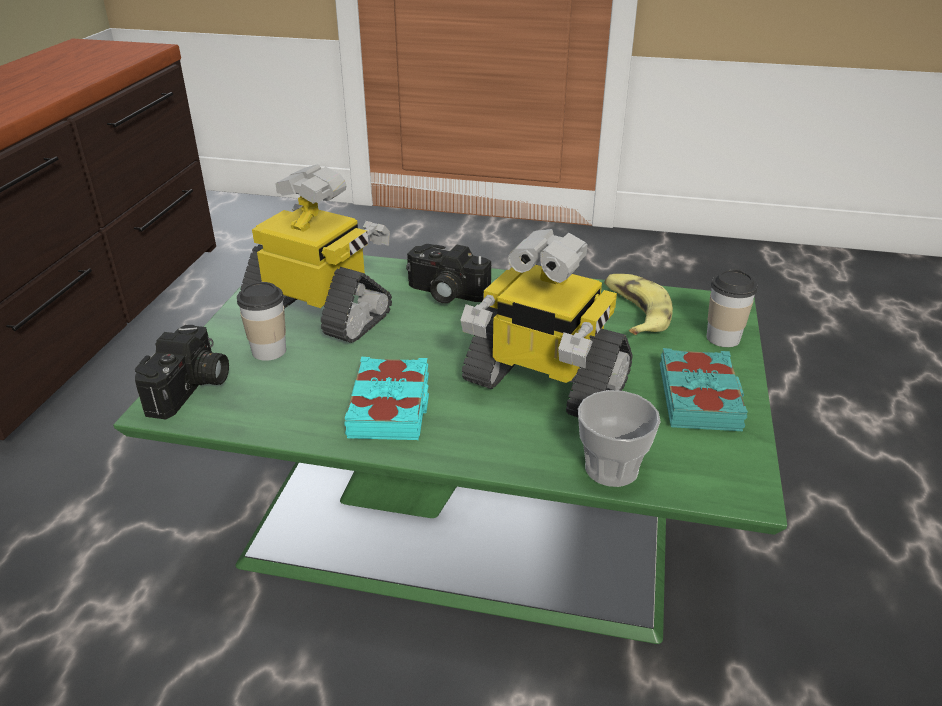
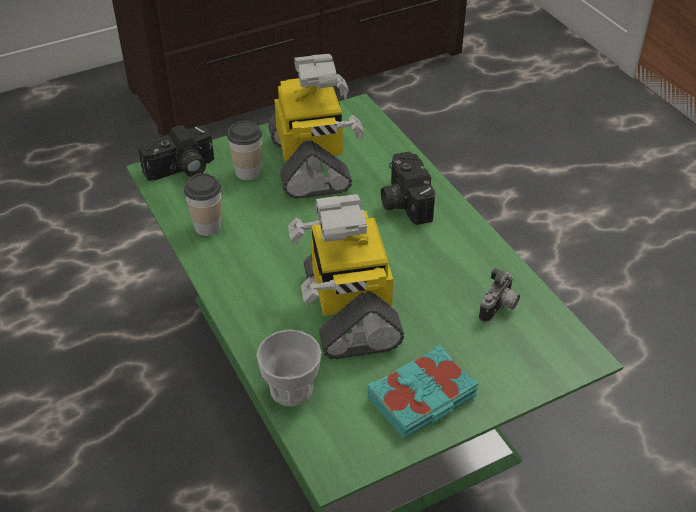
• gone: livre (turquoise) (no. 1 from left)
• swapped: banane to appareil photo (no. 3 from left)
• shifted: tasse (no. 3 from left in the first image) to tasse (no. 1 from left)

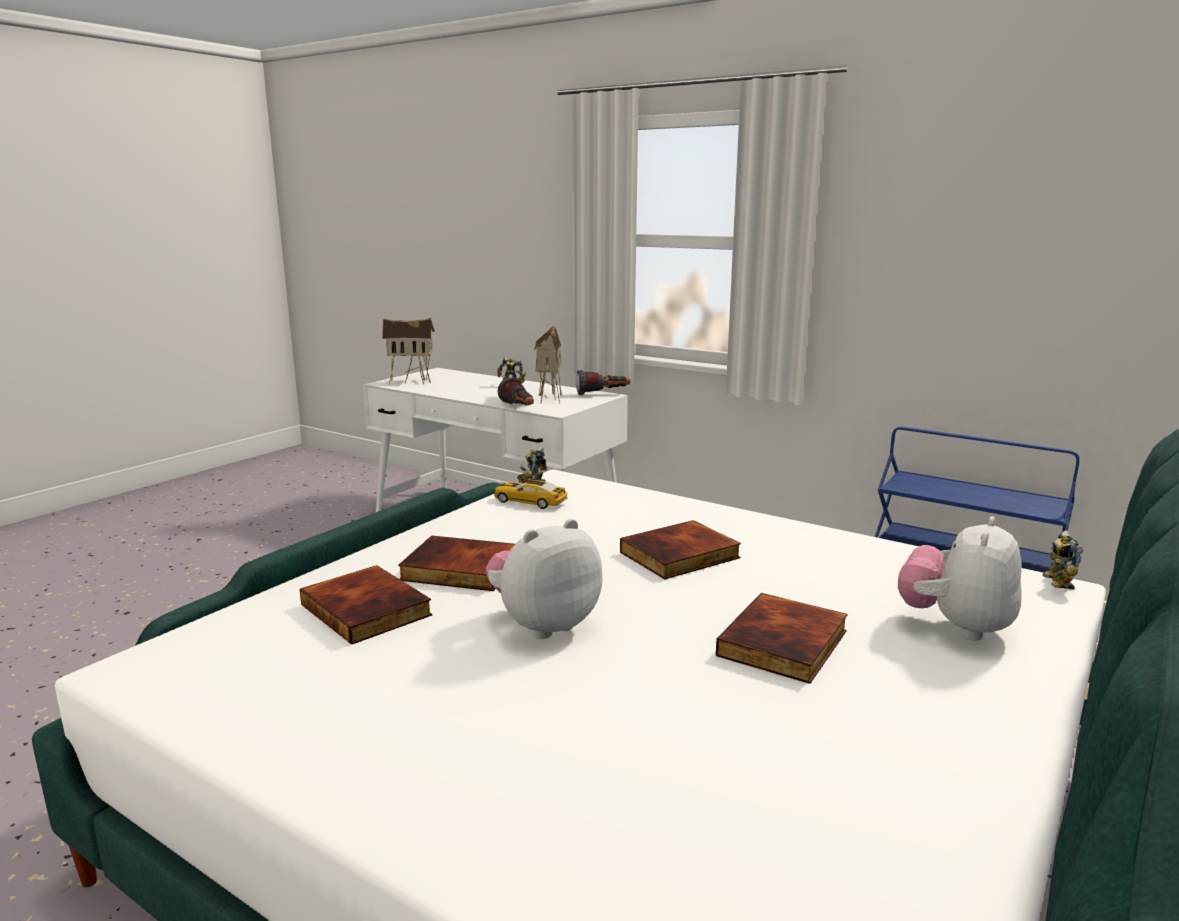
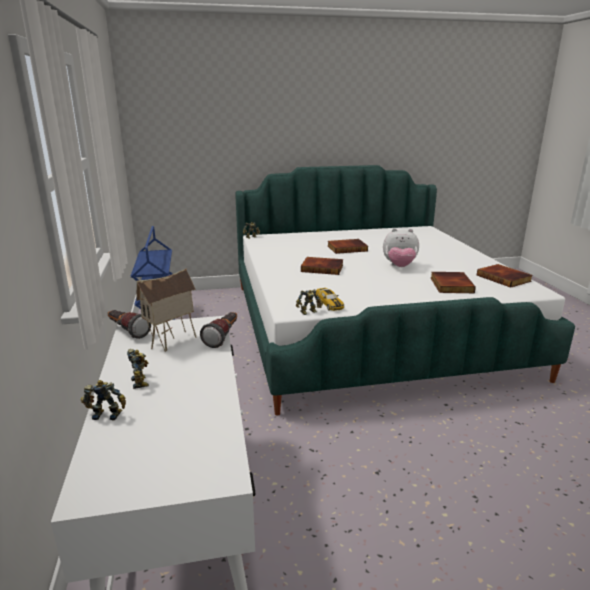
• gone: maison miniature (no. 1 from left)
• shifted: livre (no. 2 from left in the first image) to livre (no. 4 from left)
• gone: peluche (no. 2 from left)
• new: robot jouet (no. 1 from left)

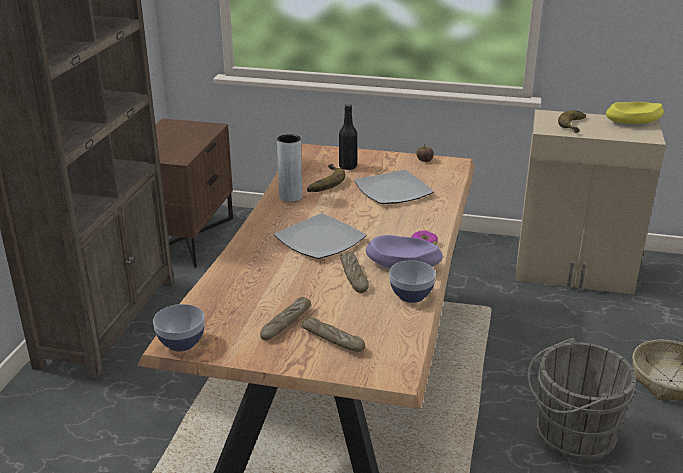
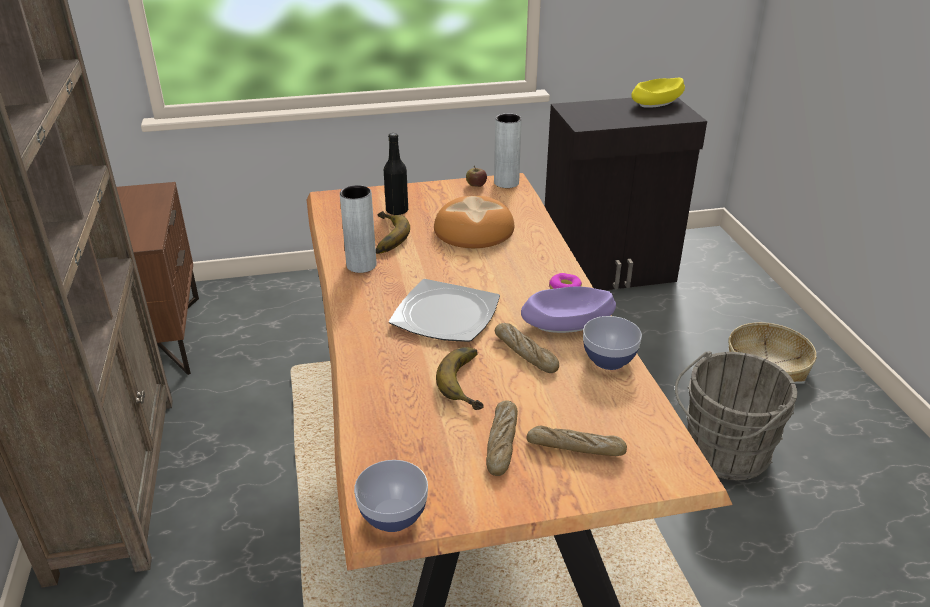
• swapped: assiette (no. 2 from left) to pain (no. 1 from left)
• repainted: meuble de rangement (beige) to meuble de rangement (noir)
• shifted: banane (no. 2 from left)
• new: vase (gris) (no. 2 from left)

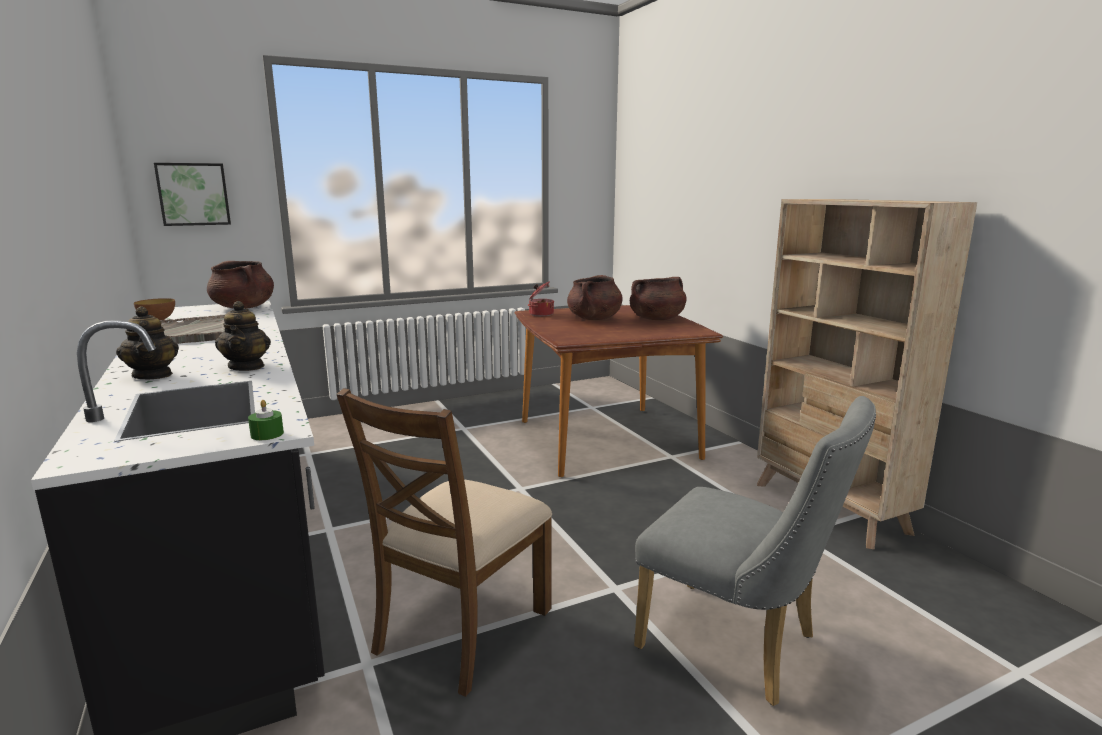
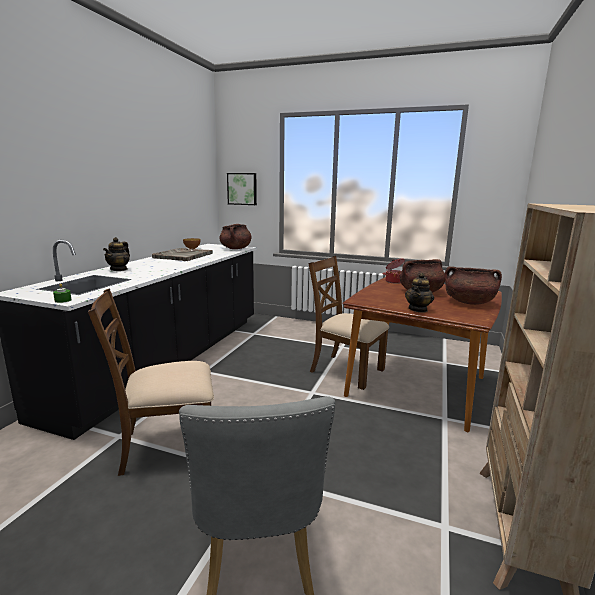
• shifted: théière (no. 2 from left)
• new: chaise (marron) (no. 2 from left)

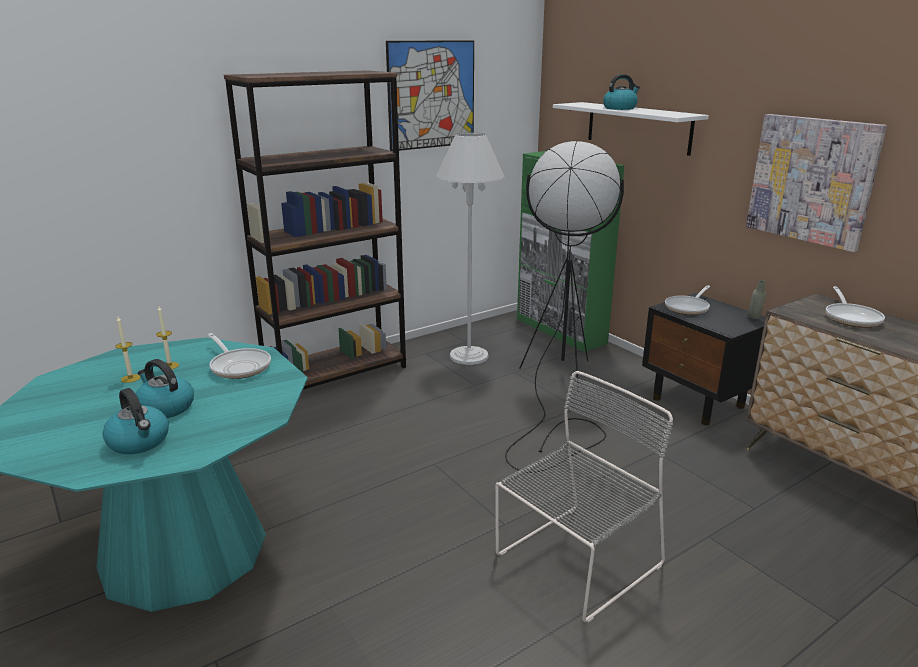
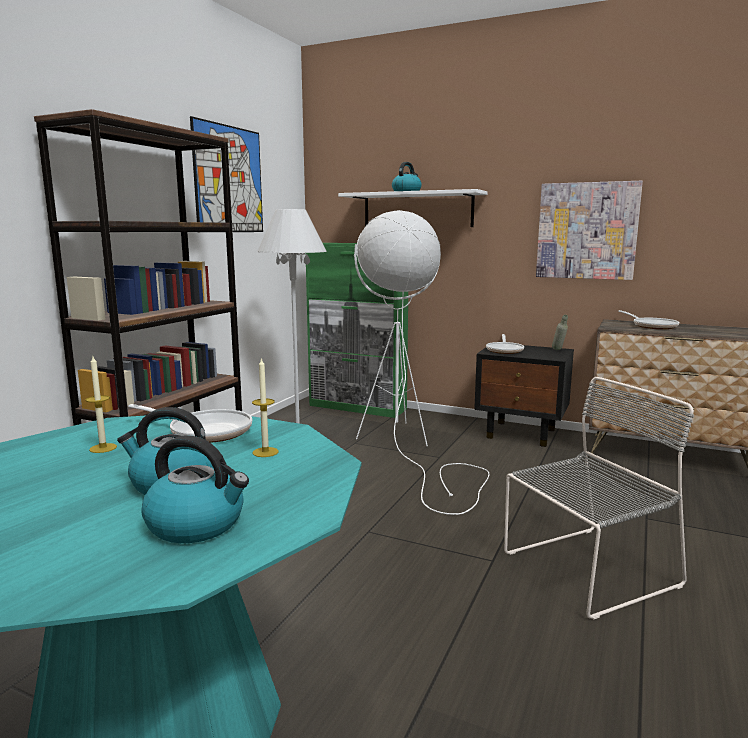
• shifted: bougie (no. 1 from left in the first image) to bougie (no. 2 from left)
• rotated: chaise (gris) 45 degrees clockwise
• repainted: lampadaire (noir) to lampadaire (blanc) (no. 2 from left)

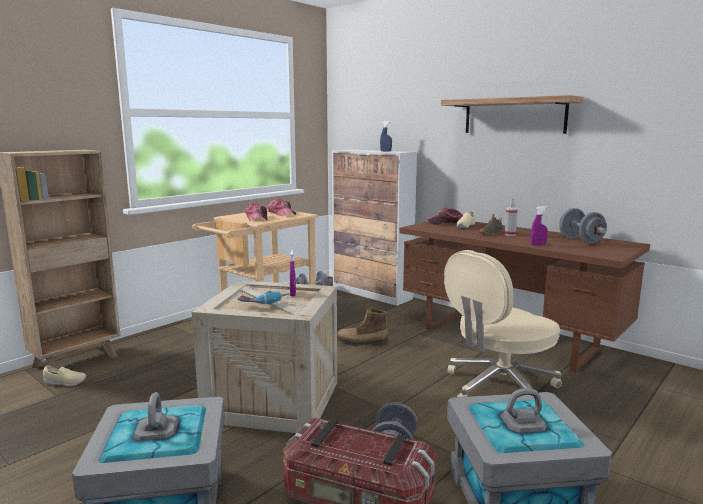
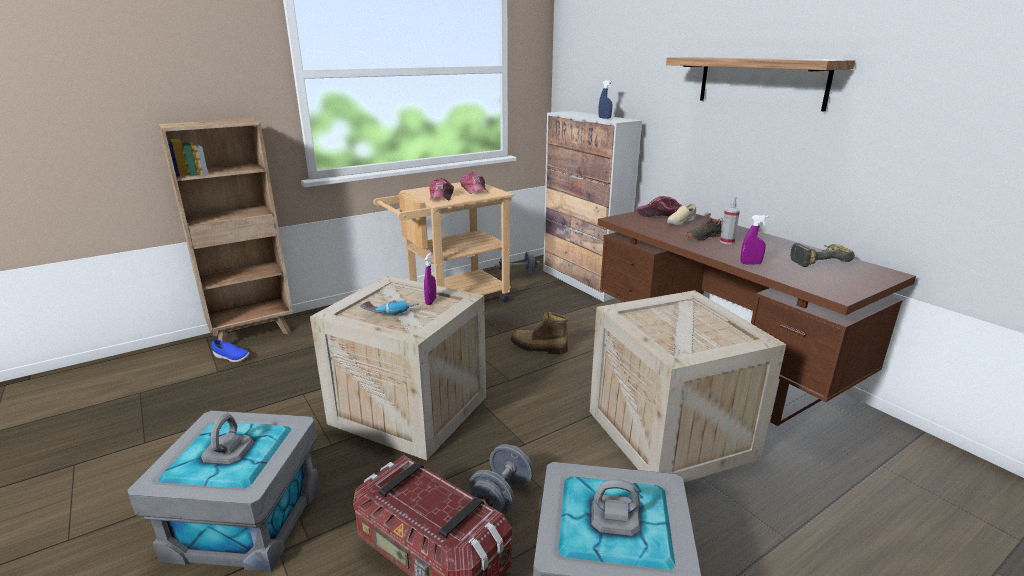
• repainted: chaussure (beige) (no. 1 from left) to chaussure (bleu)
• swapped: chaise de bureau (beige) to caisse (no. 2 from left)
• swapped: haltère (gris) (no. 3 from left) to perceuse (no. 2 from left)

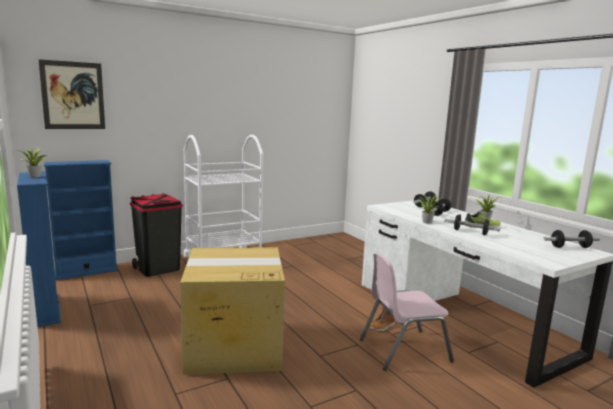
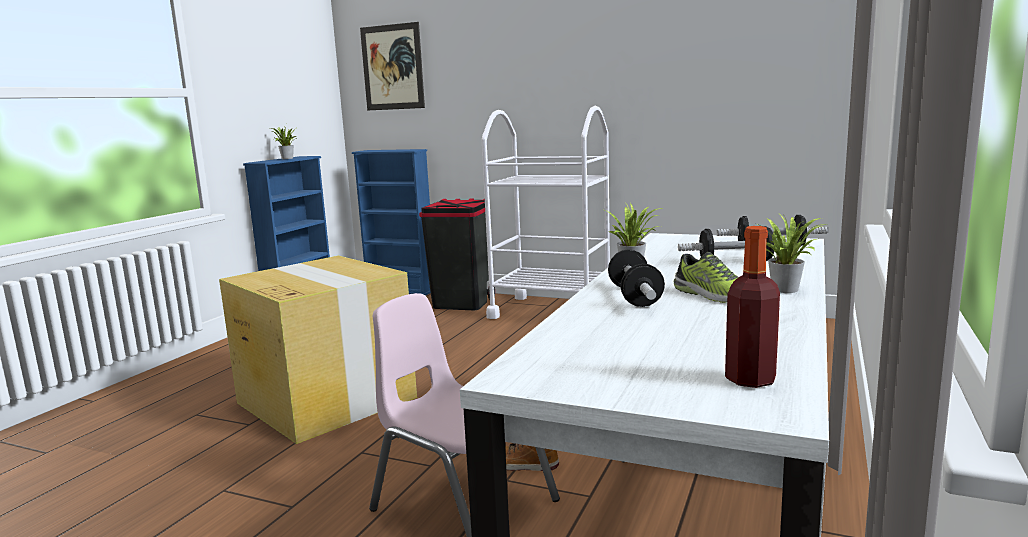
• swapped: haltère (no. 4 from left) to bouteille

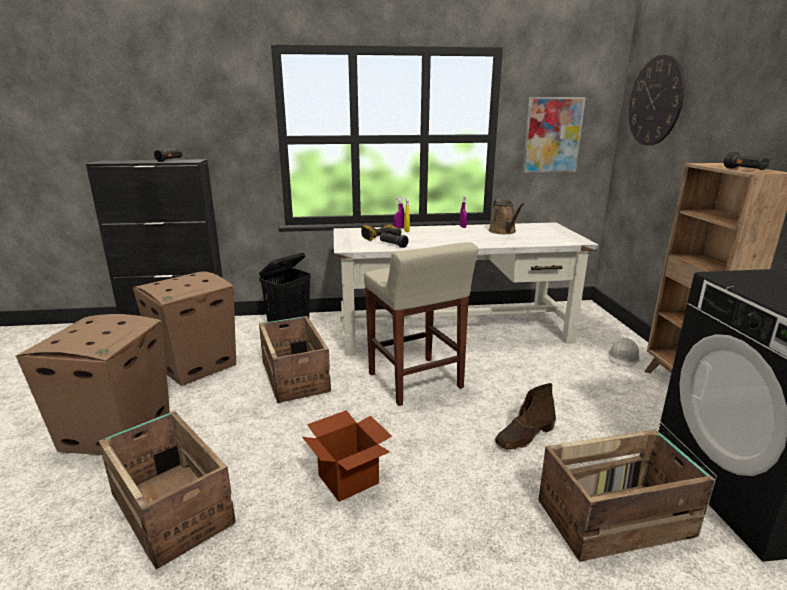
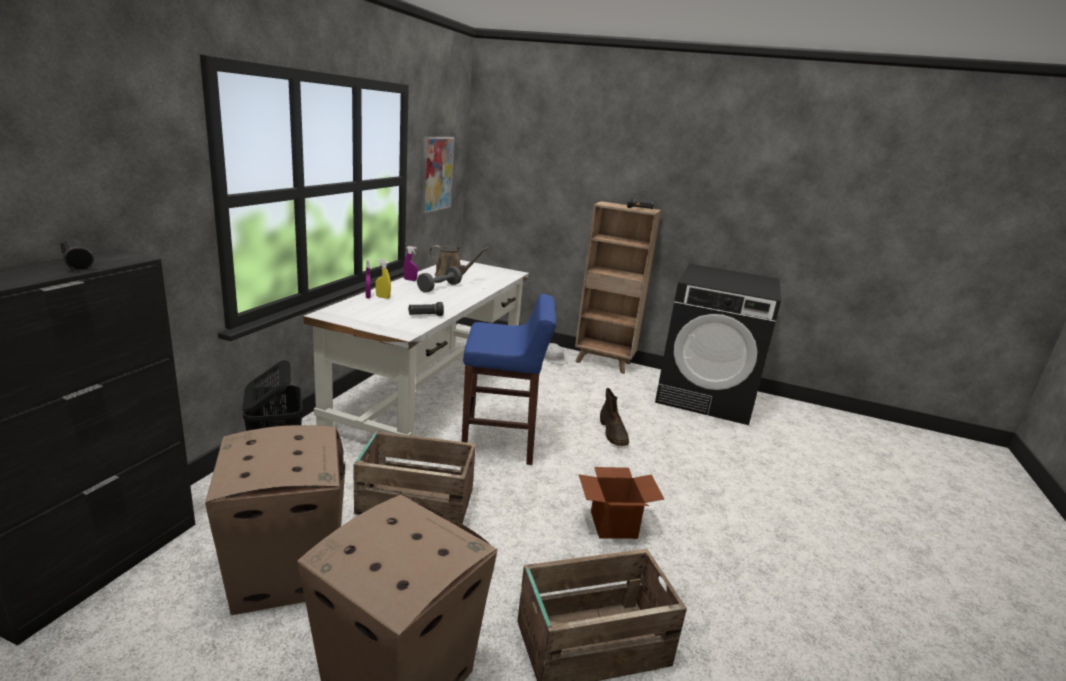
• gone: perceuse
• repainted: tabouret (beige) to tabouret (bleu)
• gone: caisse (no. 3 from left)
• gone: horloge murale
• new: haltère (gris)

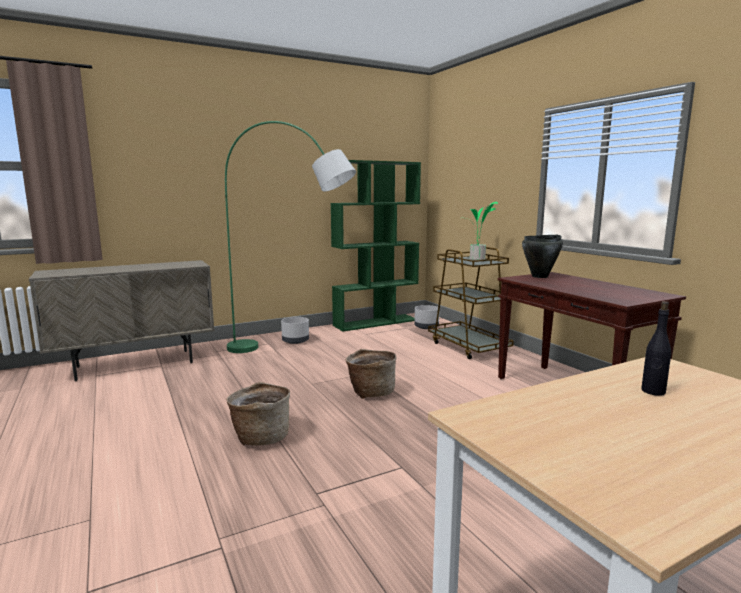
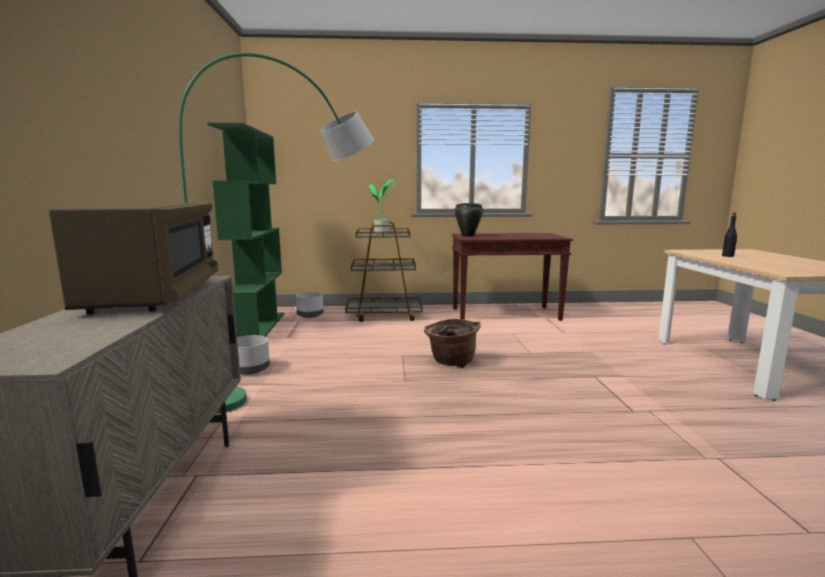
• gone: panier (no. 1 from left)
• new: micro-ondes (marron)

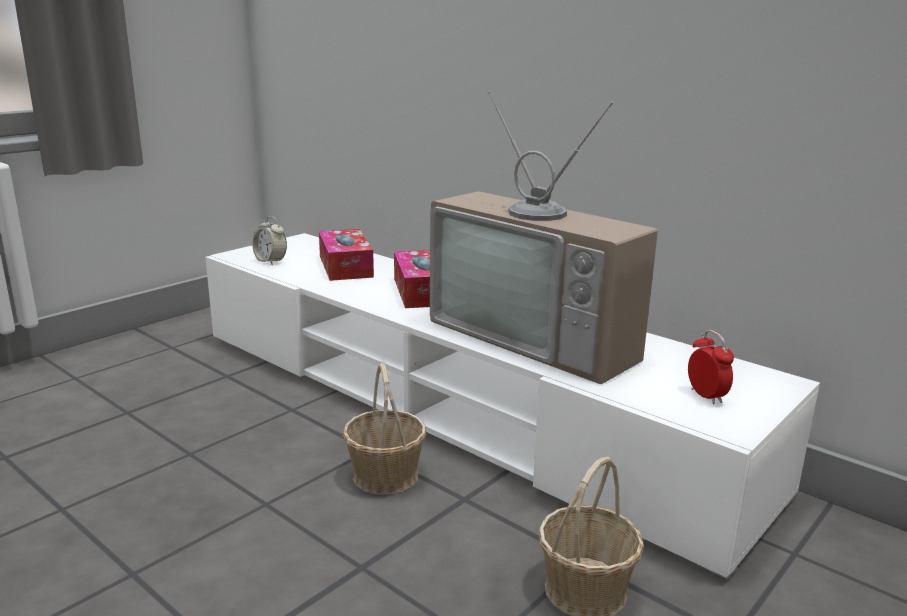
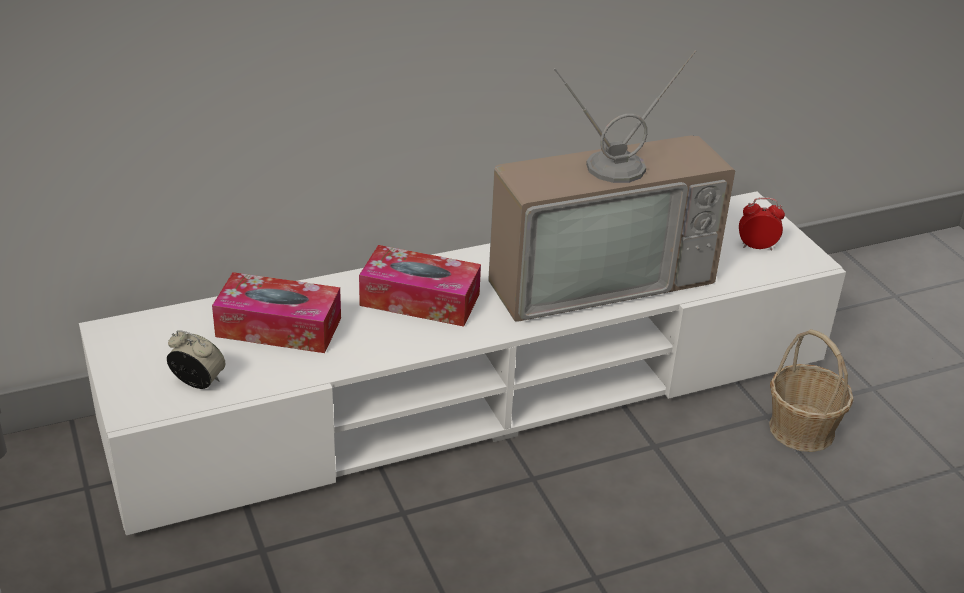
• rotated: réveil (no. 1 from left) 135 degrees counterclockwise
• gone: panier (no. 1 from left)

